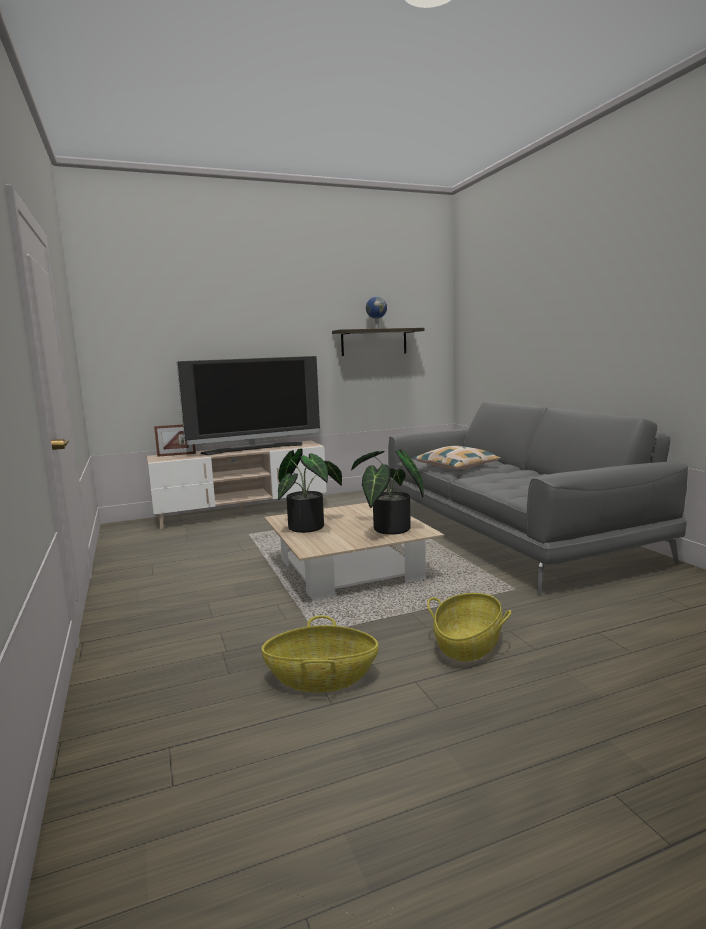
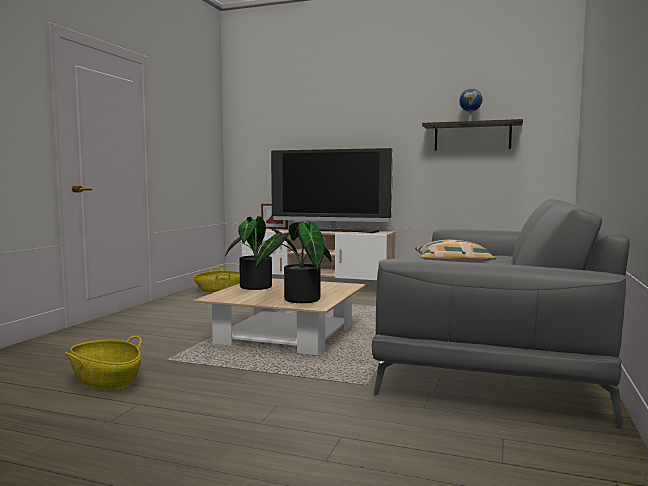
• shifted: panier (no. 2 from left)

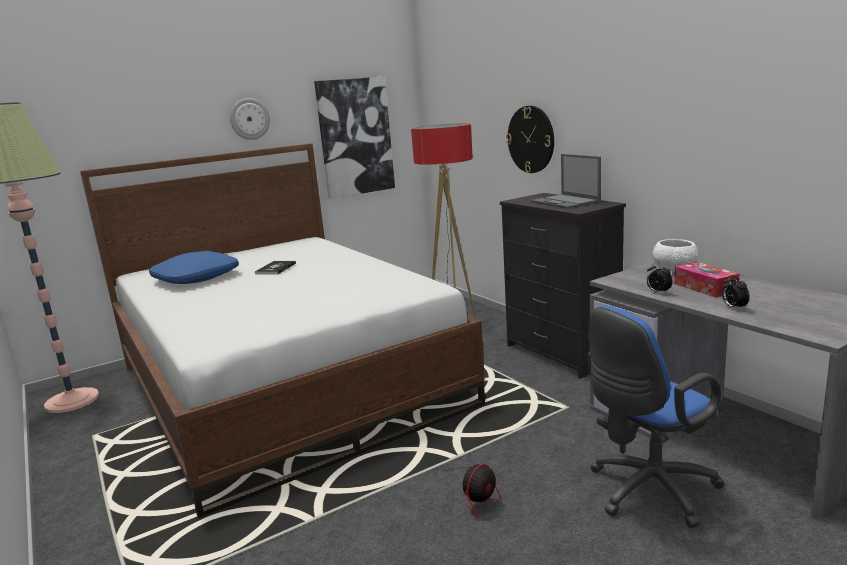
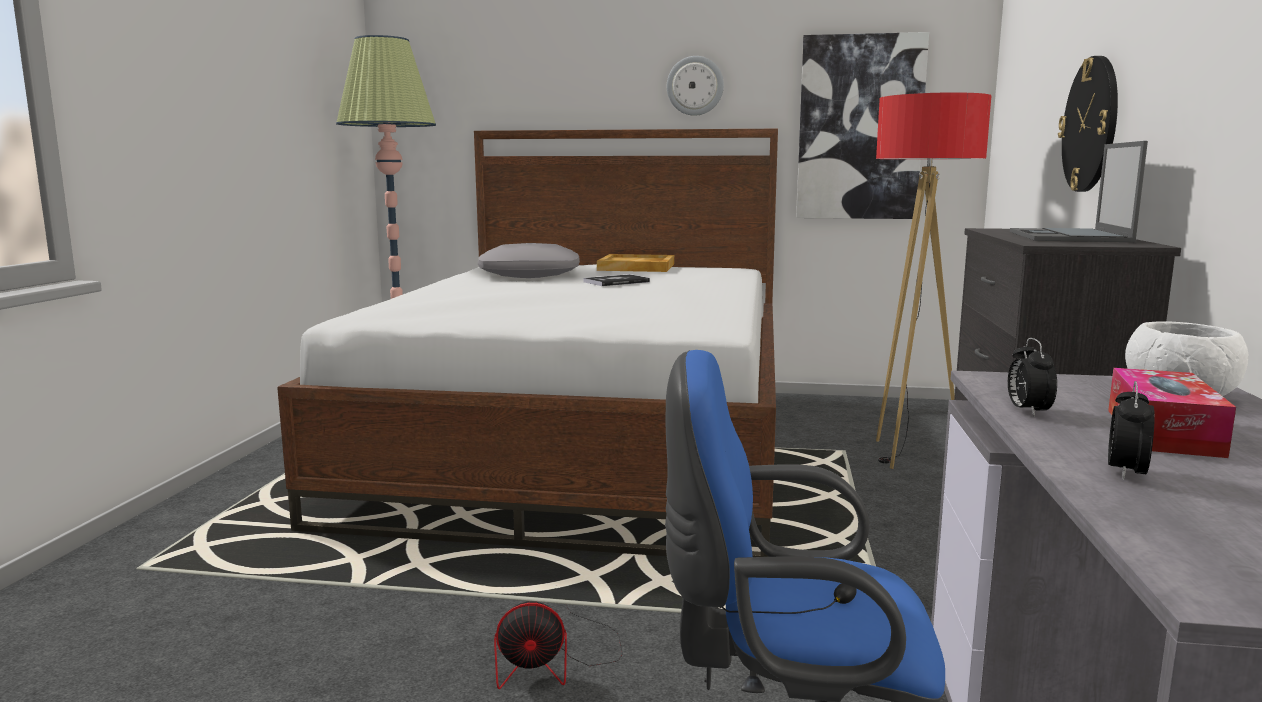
• repainted: coussin (bleu) to coussin (gris)
• new: plateau (beige)

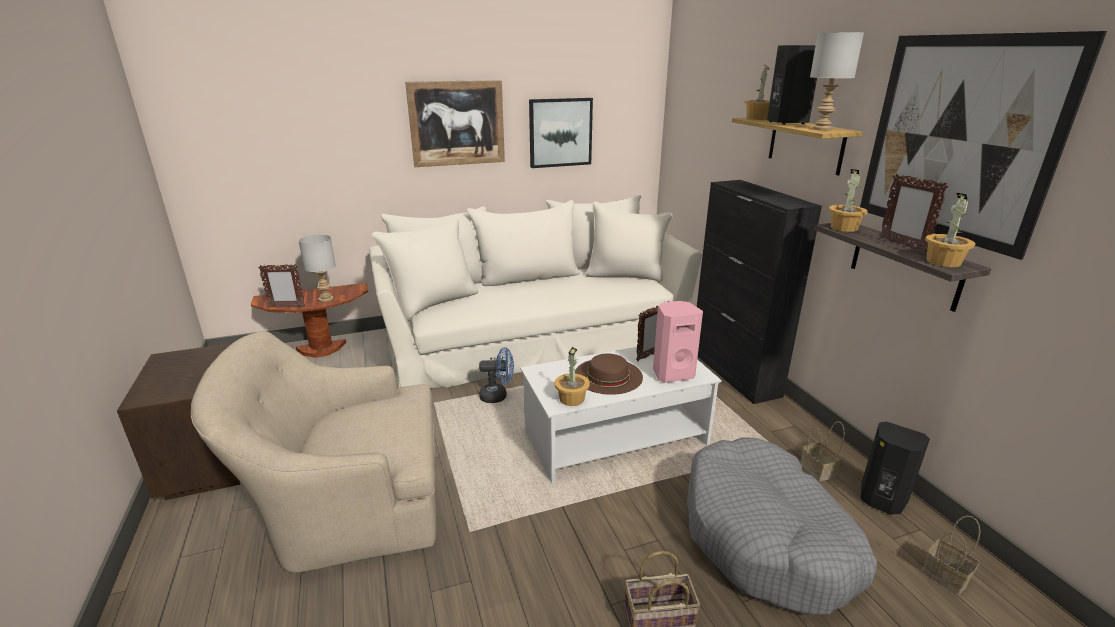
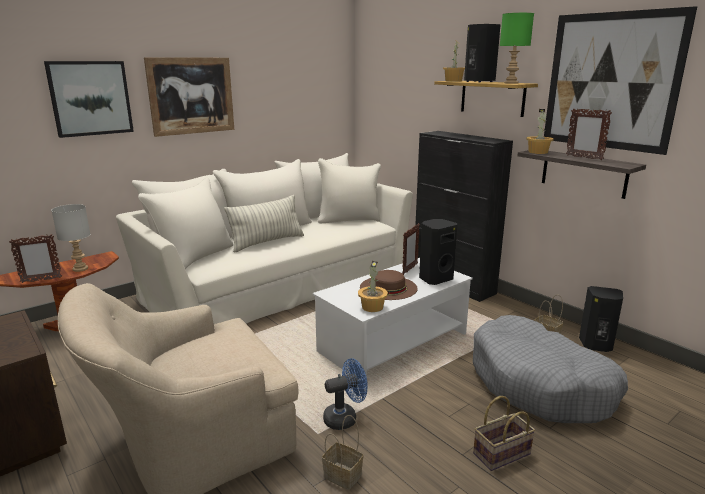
• shifted: ventilateur (bleu)
• shifted: tableau (no. 2 from left in the first image) to tableau (no. 1 from left)
• repainted: enceinte (rose) to enceinte (noir) (no. 1 from left)
• repainted: lampe de table (gris) (no. 2 from left) to lampe de table (vert)
• shifted: panier (no. 3 from left in the first image) to panier (no. 1 from left)
• gone: plante en pot (no. 4 from left)
• new: coussin

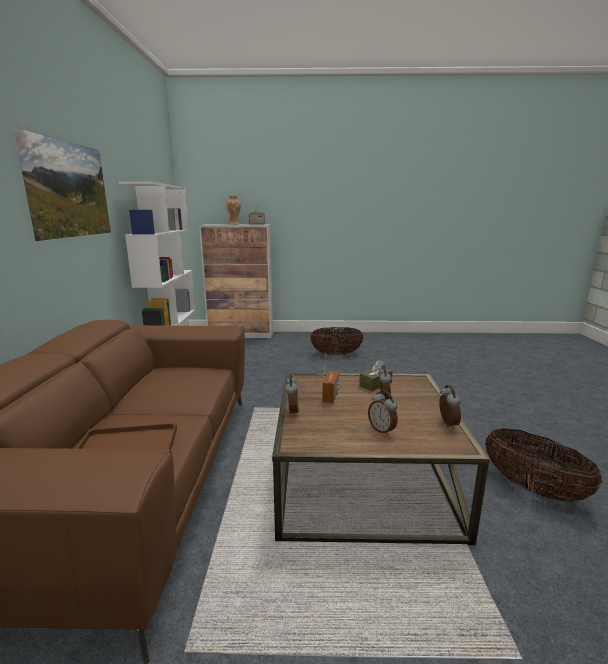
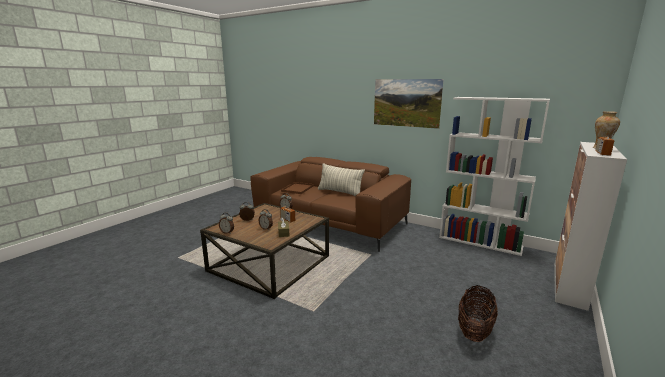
• gone: panier (no. 2 from left)
• new: coussin

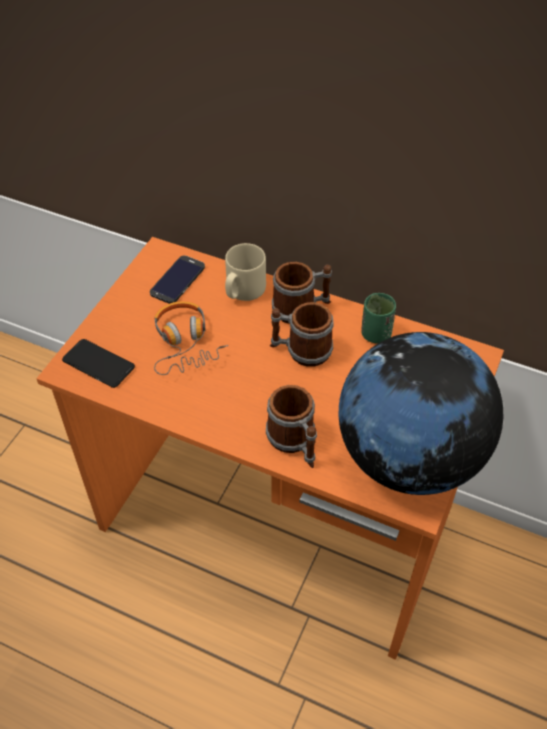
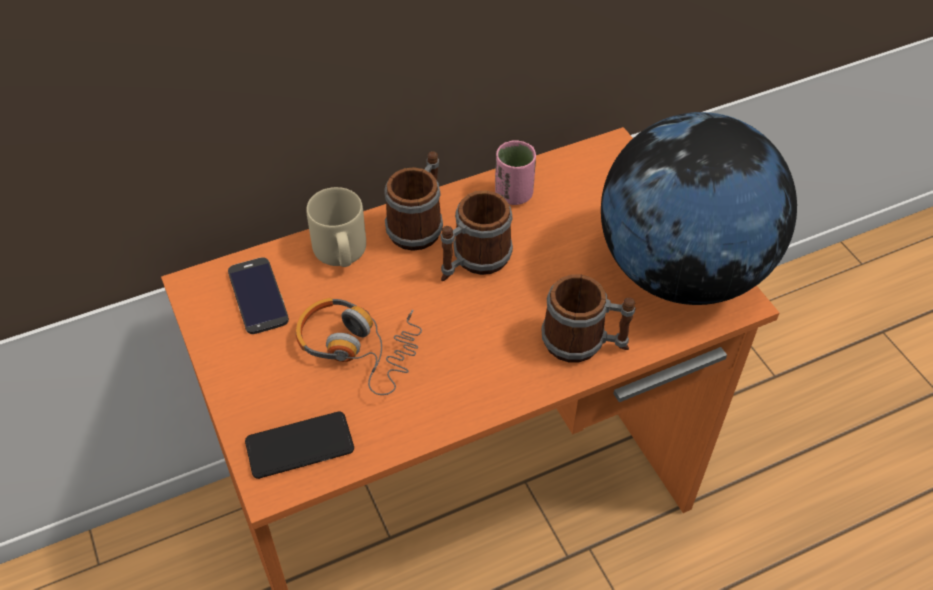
• repainted: tasse (vert) to tasse (rose)

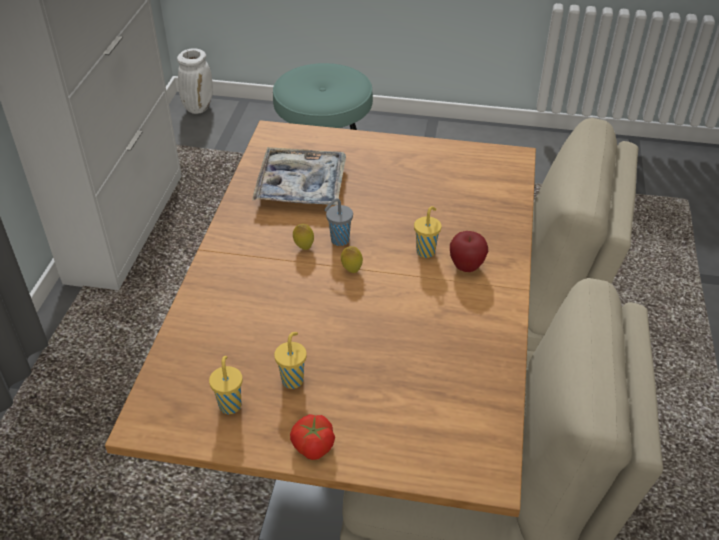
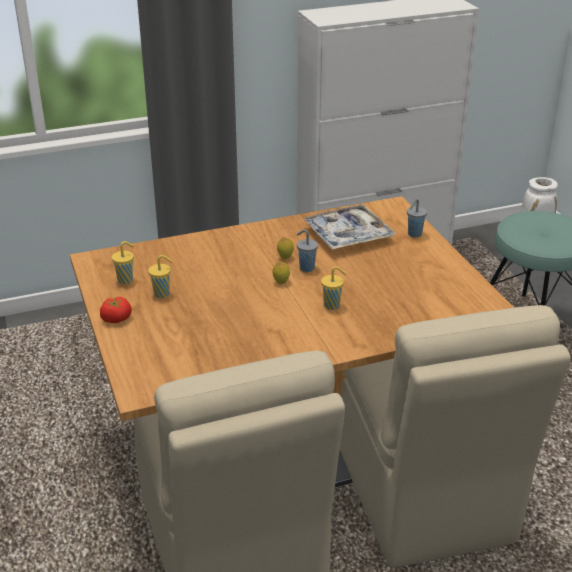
• gone: pomme
• new: tasse (gris) (no. 2 from left)

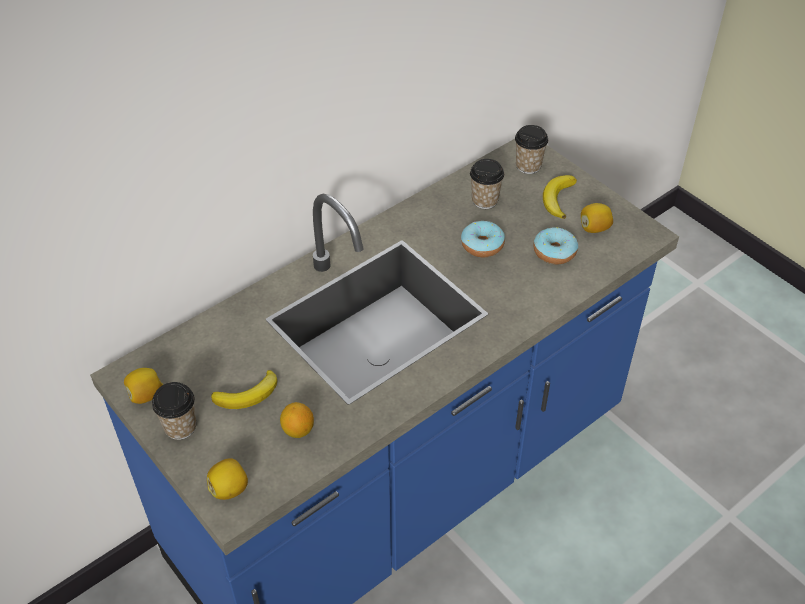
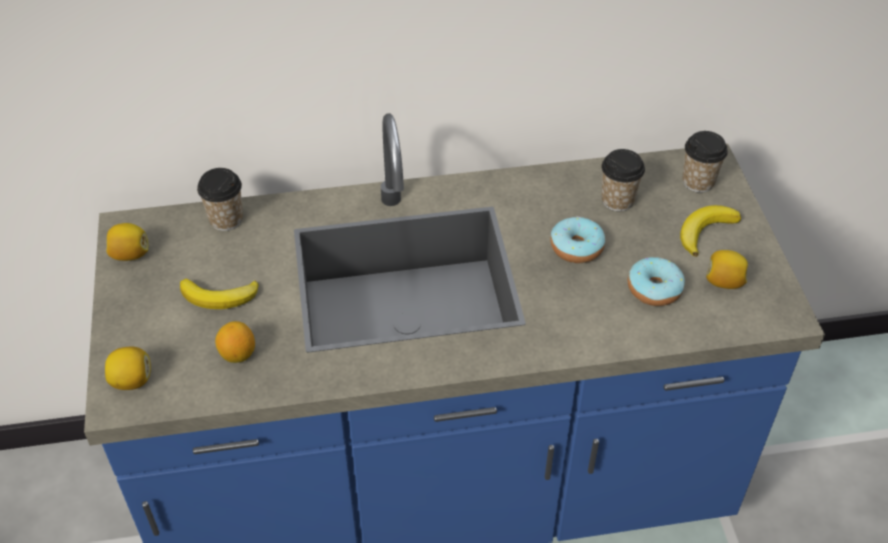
• shifted: tasse (no. 1 from left)

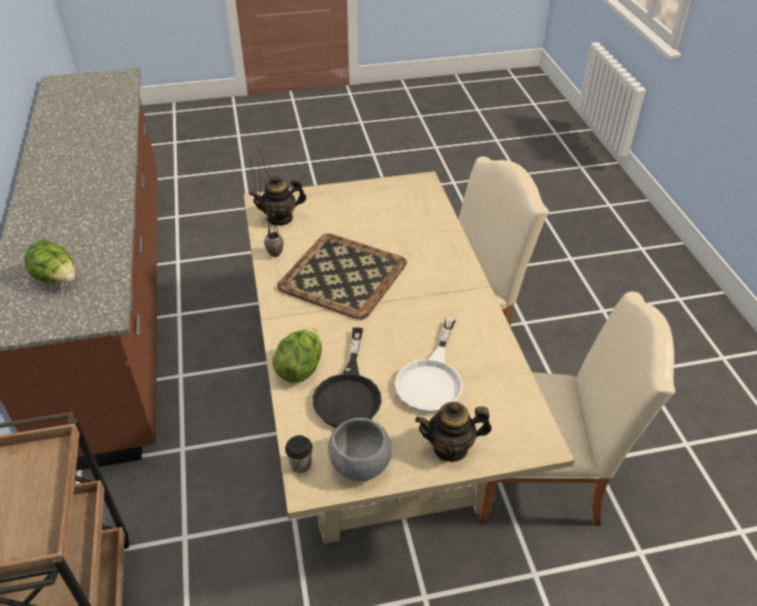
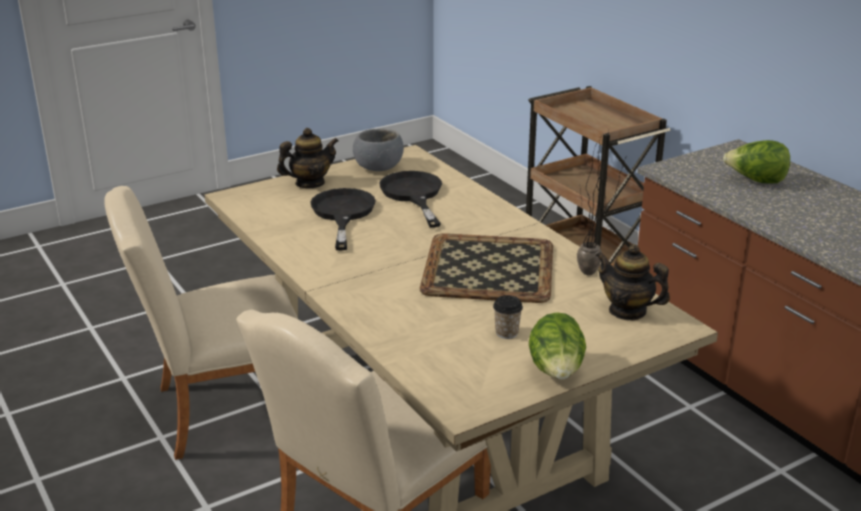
• rotated: théière (no. 1 from left in the first image) 105 degrees counterclockwise
• shifted: laitue (no. 2 from left in the first image) to laitue (no. 1 from left)
• shifted: tasse
• repainted: poêle (blanc) to poêle (noir) (no. 1 from left)

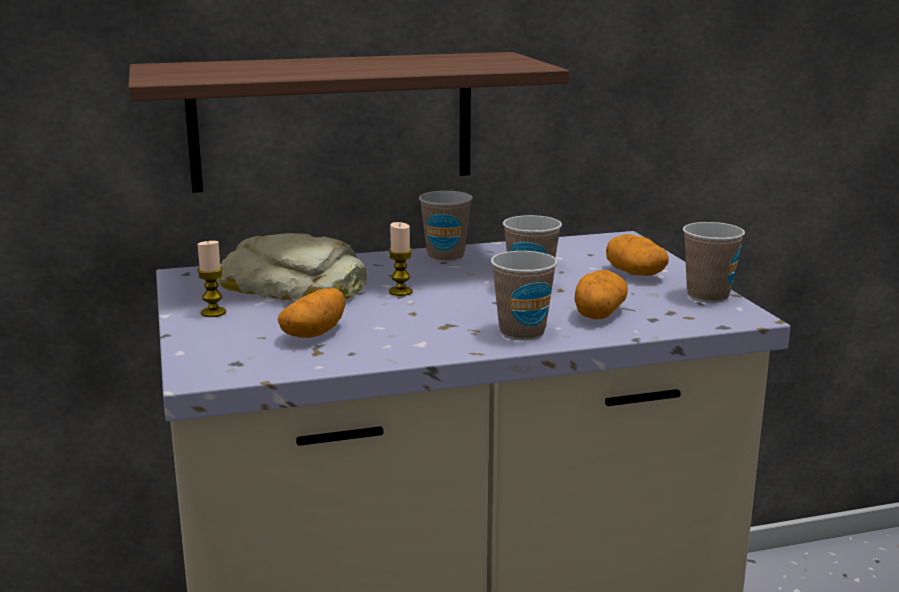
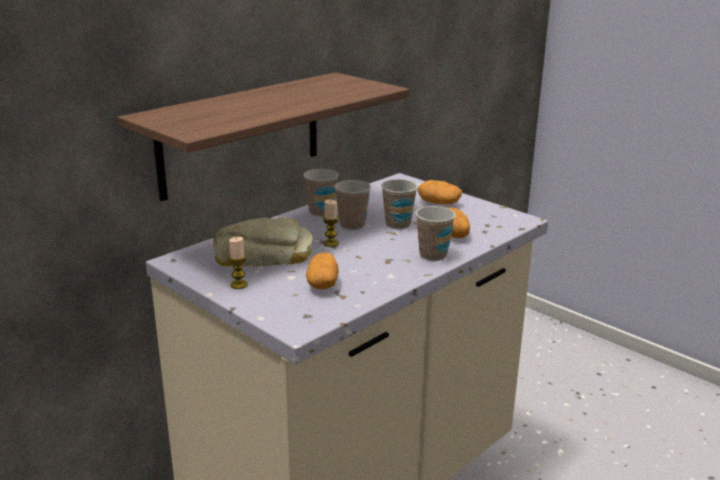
• shifted: tasse (no. 4 from left in the first image) to tasse (no. 2 from left)

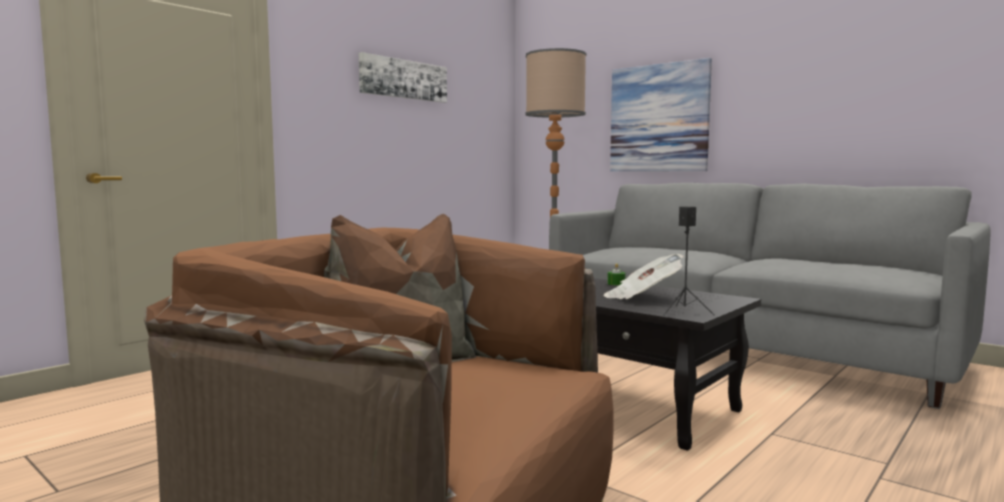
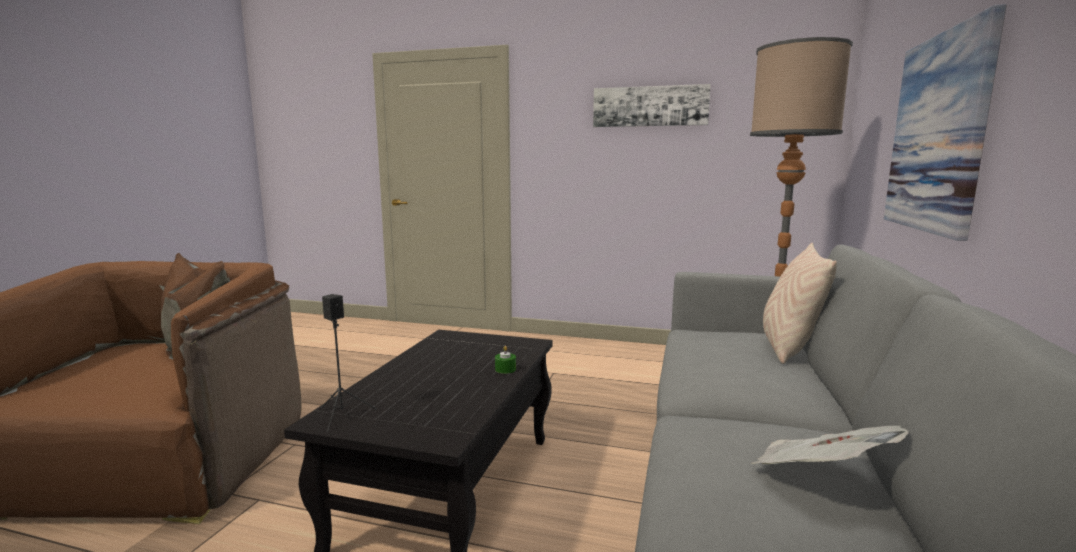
• shifted: journal
• new: coussin (beige)

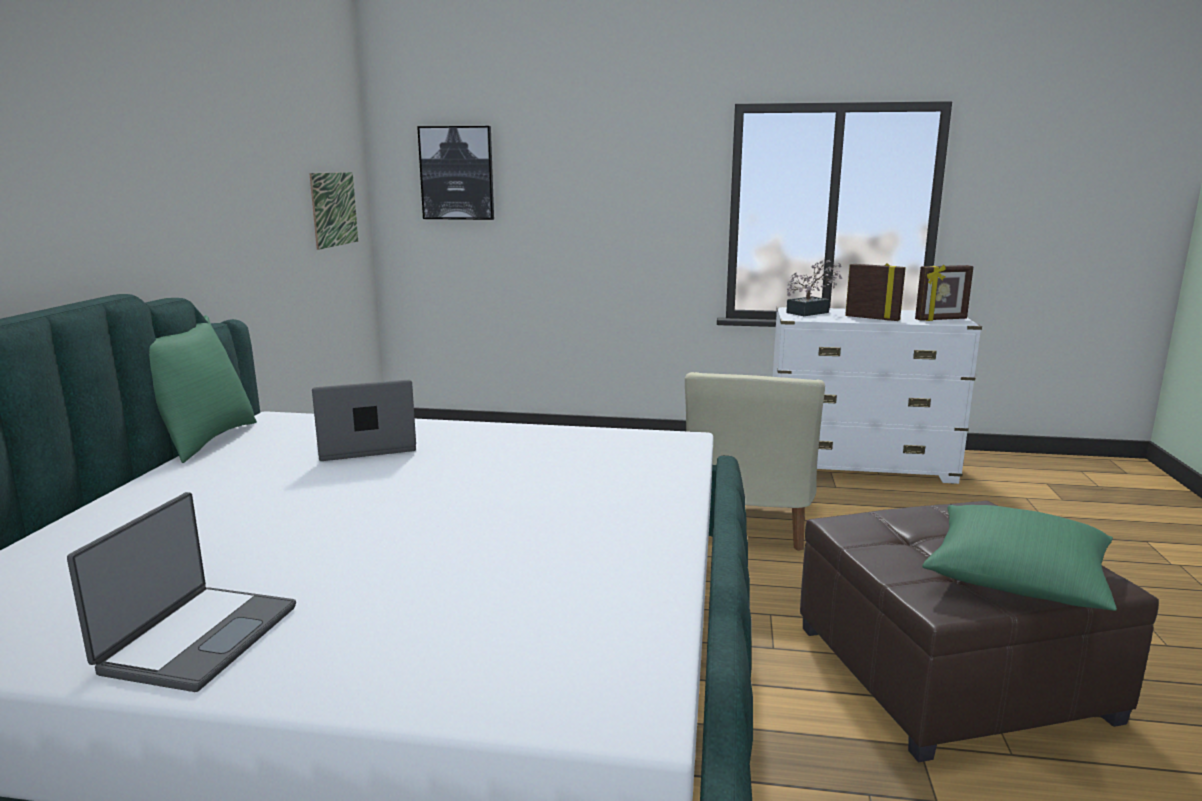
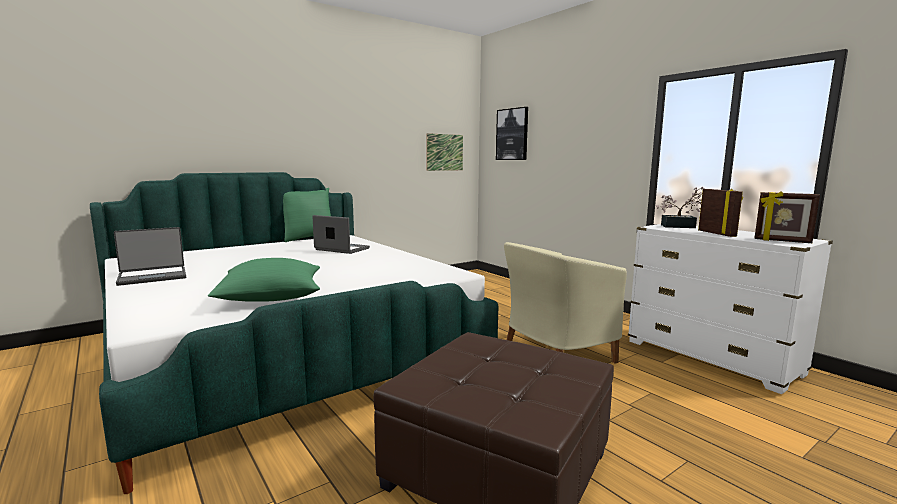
• shifted: coussin (vert) (no. 2 from left in the first image) to coussin (vert) (no. 1 from left)

